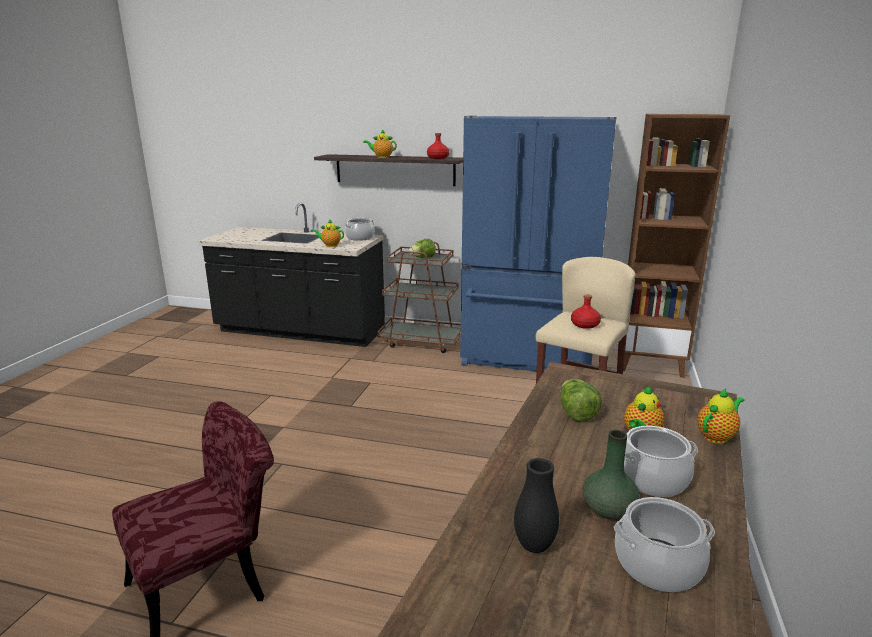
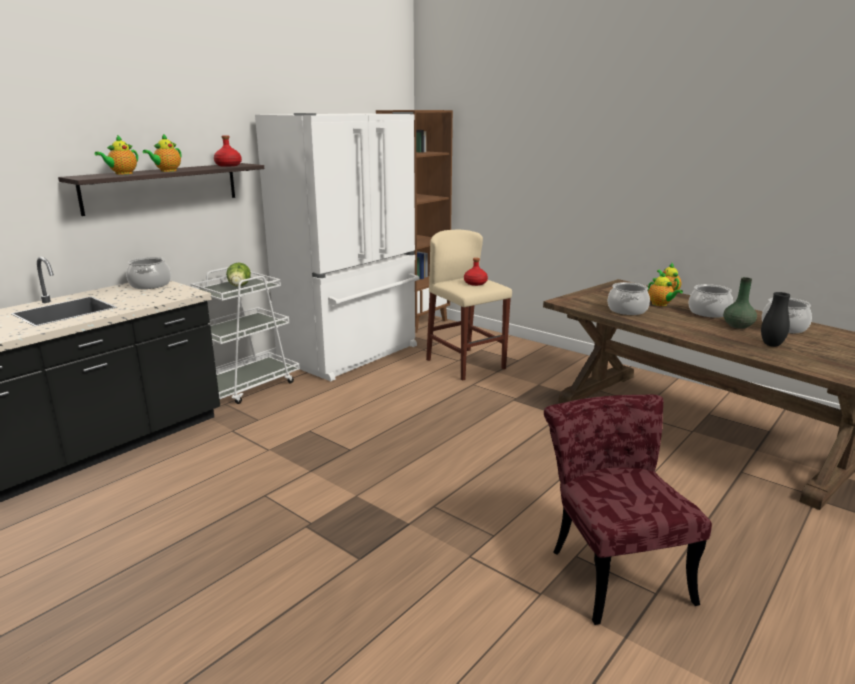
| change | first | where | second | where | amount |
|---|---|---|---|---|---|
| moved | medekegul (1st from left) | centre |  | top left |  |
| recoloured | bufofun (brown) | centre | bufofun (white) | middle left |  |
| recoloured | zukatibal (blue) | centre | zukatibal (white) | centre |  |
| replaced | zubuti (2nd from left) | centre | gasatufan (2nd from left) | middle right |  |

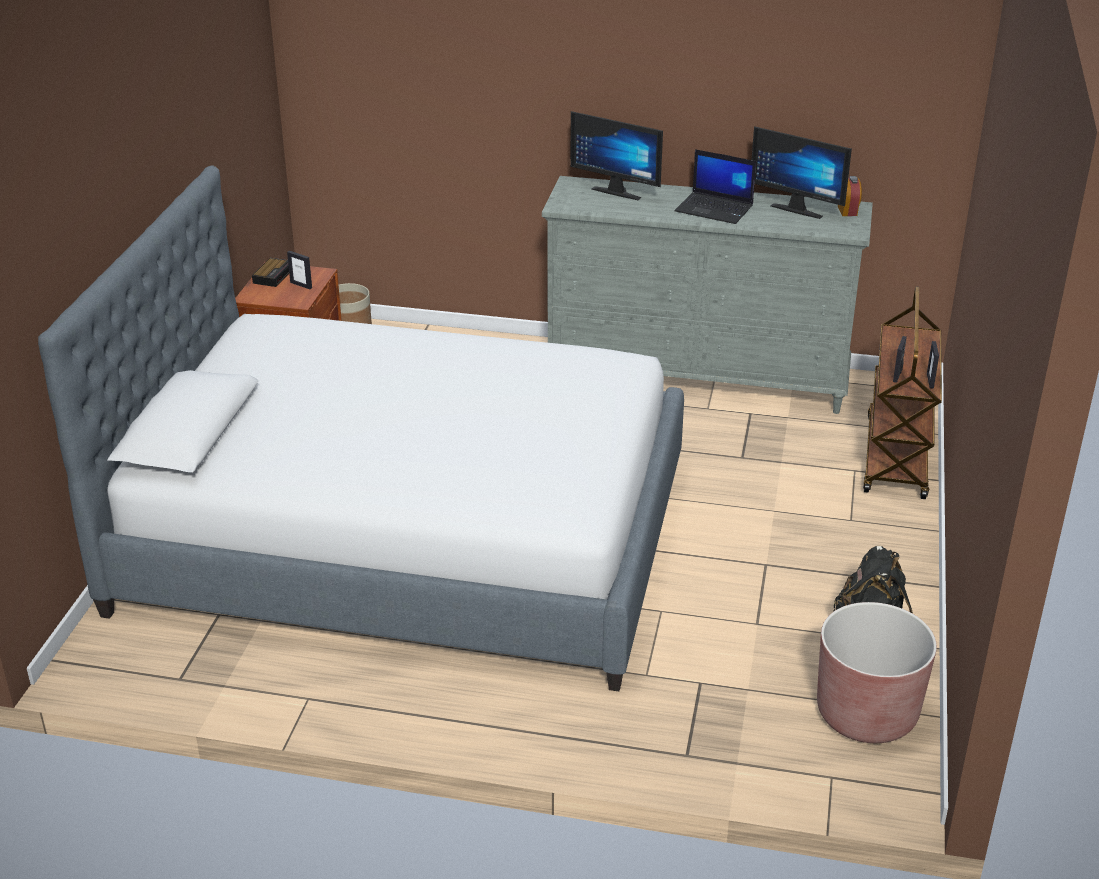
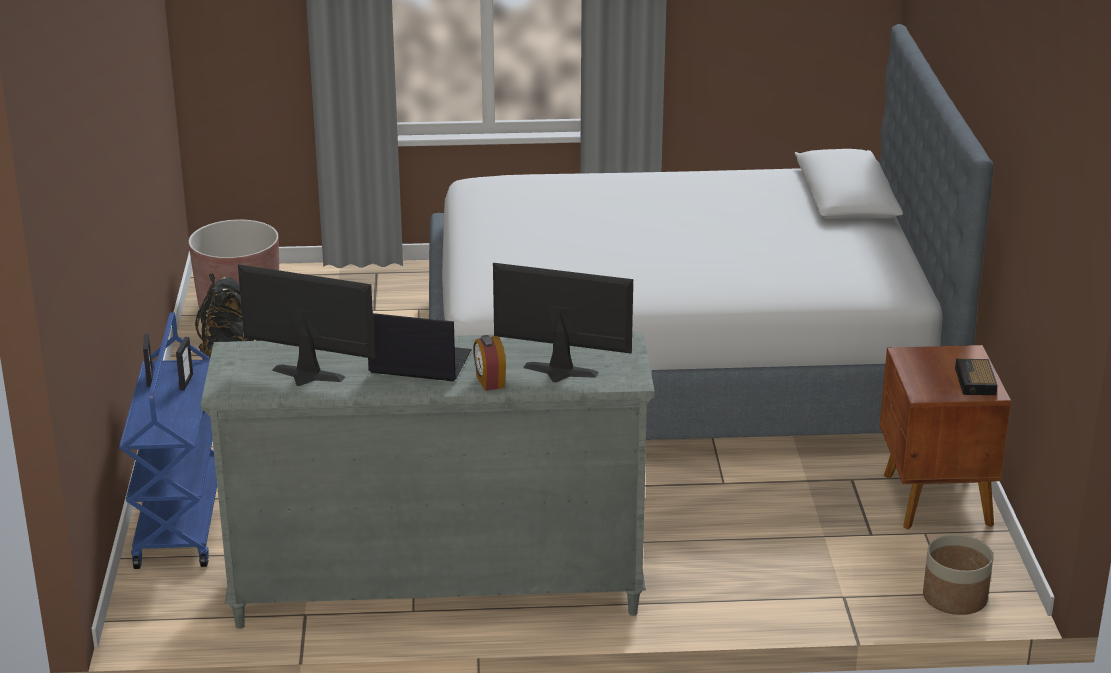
| change | first | where | second | where | amount |
|---|---|---|---|---|---|
| removed | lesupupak (1st from left) | top left |  |  |  |
| moved | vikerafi (2nd from left in the first image) | top right | vikerafi (1st from left) | centre |  |
| recoloured | bufofun (brown) | middle right | bufofun (blue) | middle left |  |

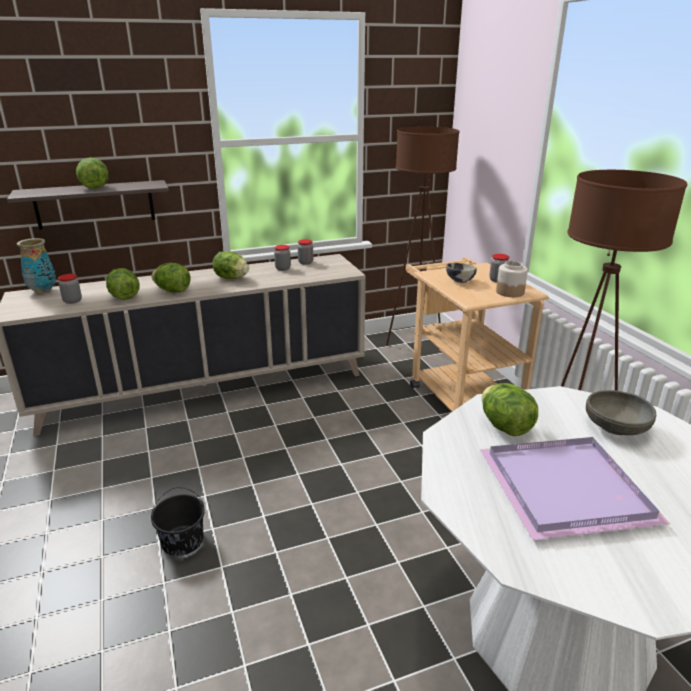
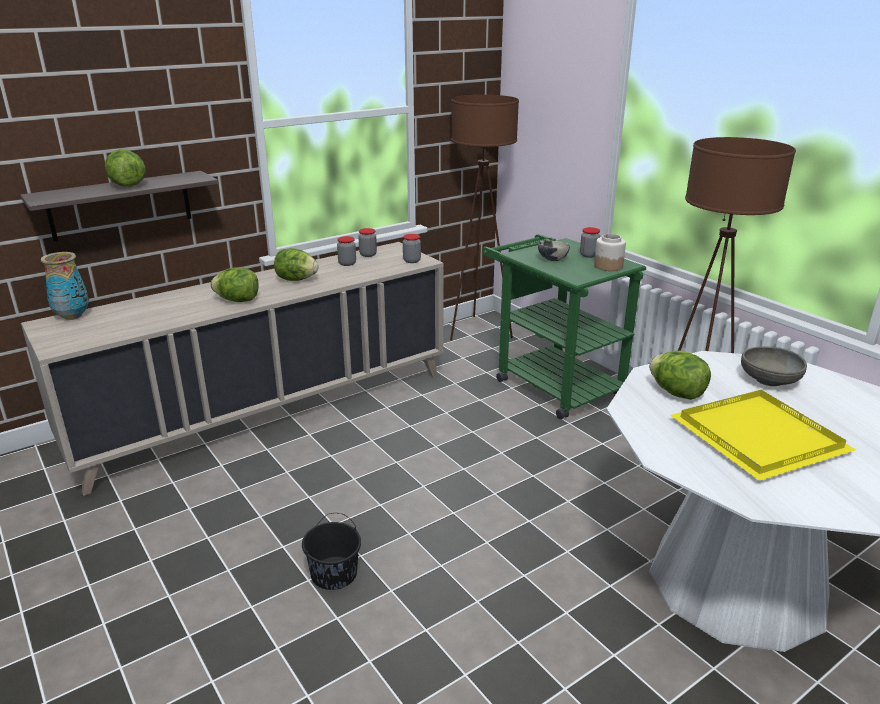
| change | first | where | second | where | amount |
|---|---|---|---|---|---|
| moved | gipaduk (1st from left in the first image) | middle left | gipaduk (3rd from left) | centre |  |
| removed | zubuti (2nd from left) | middle left |  |  |  |
| recoloured | bufofun (beige) | middle right | bufofun (green) | centre |  |
| recoloured | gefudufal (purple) | bottom right | gefudufal (yellow) | middle right |  |

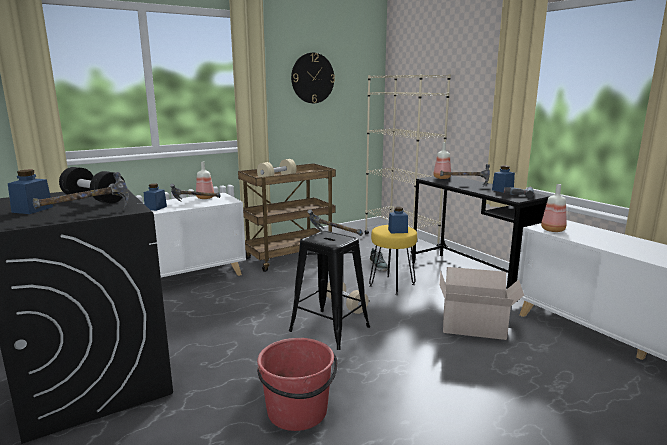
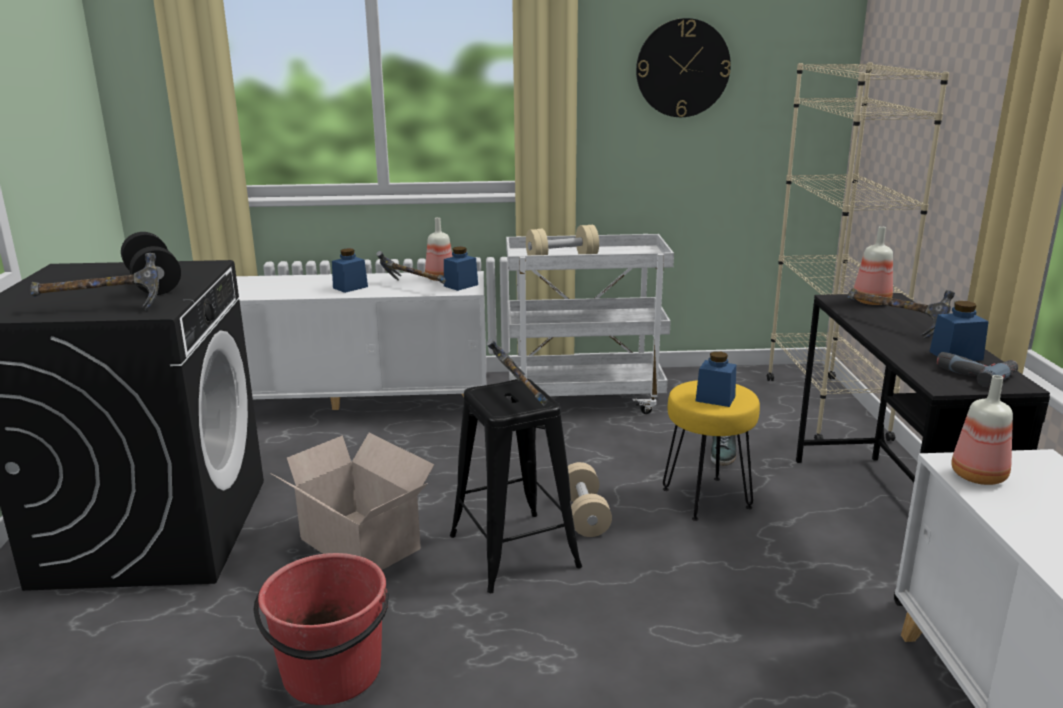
| change | first | where | second | where | amount |
|---|---|---|---|---|---|
| moved | gipaduk (blue) (1st from left in the first image) | middle left | gipaduk (blue) (2nd from left) | centre |  |
| recoloured | bufofun (brown) | centre | bufofun (white) | centre |  |
| moved | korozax | bottom right |  | bottom left |  |

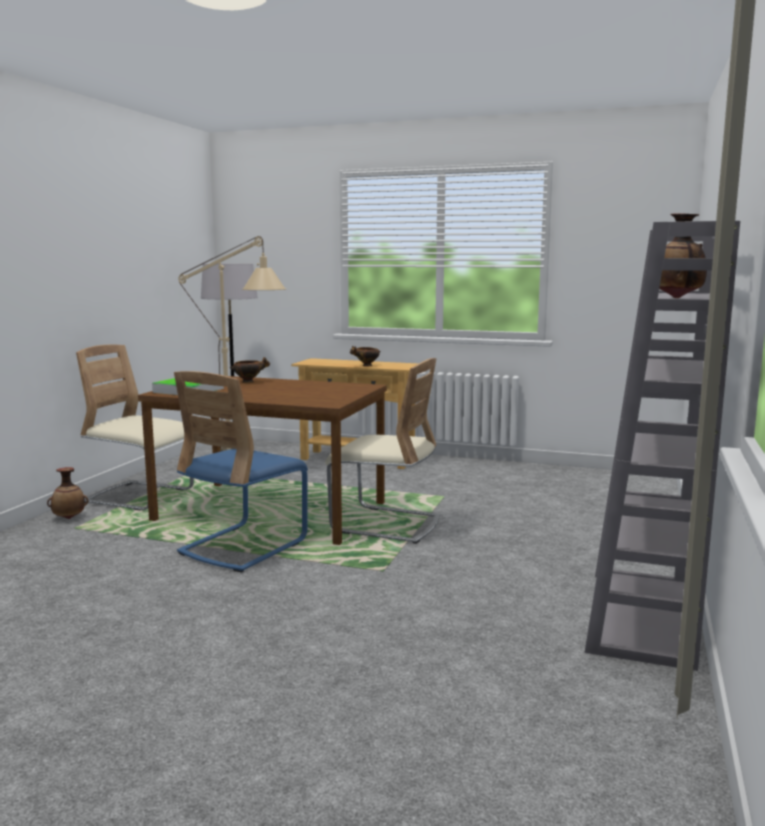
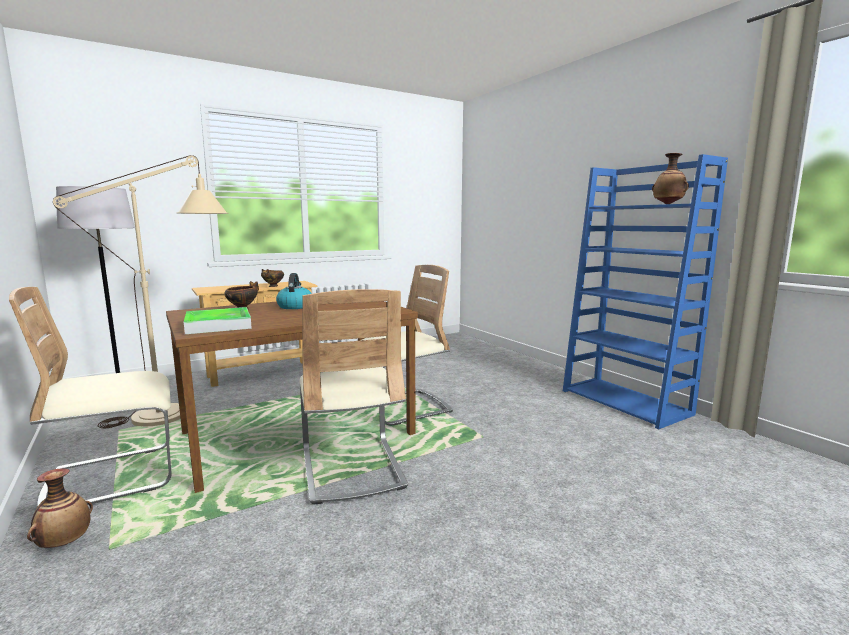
| change | first | where | second | where | amount |
|---|---|---|---|---|---|
| recoloured | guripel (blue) | middle left | guripel (beige) (2nd from left) | centre |  |
| recoloured | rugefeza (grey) | middle right | rugefeza (blue) | middle right |  |
| added |  |  | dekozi | centre |  |

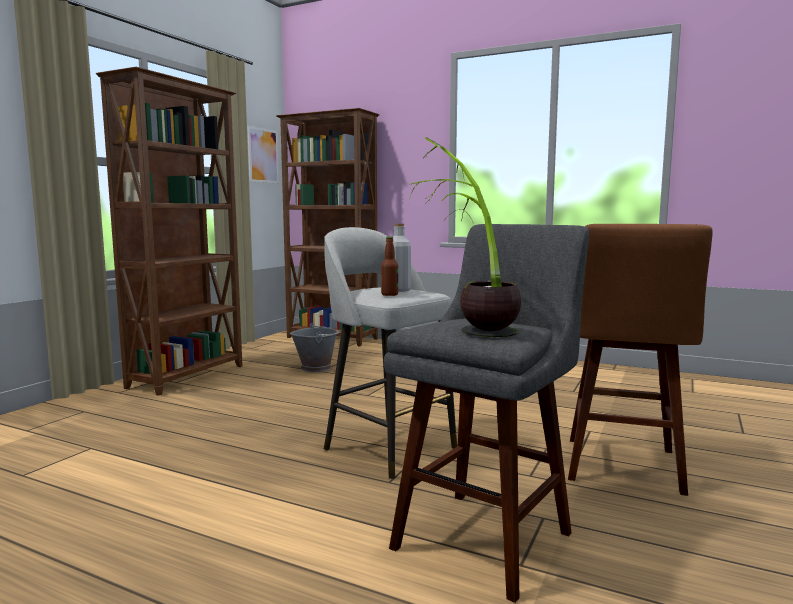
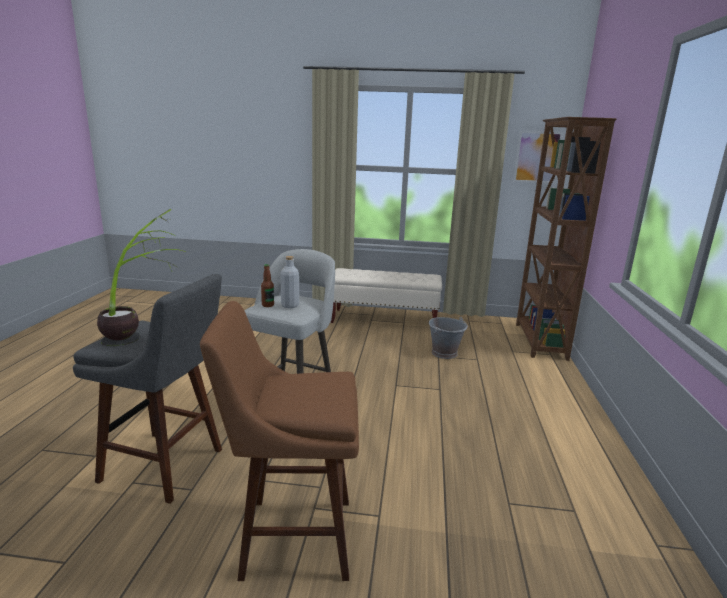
| change | first | where | second | where | amount |
|---|---|---|---|---|---|
| replaced | rugefeza (brown) (1st from left) | middle left | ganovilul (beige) | centre |  |

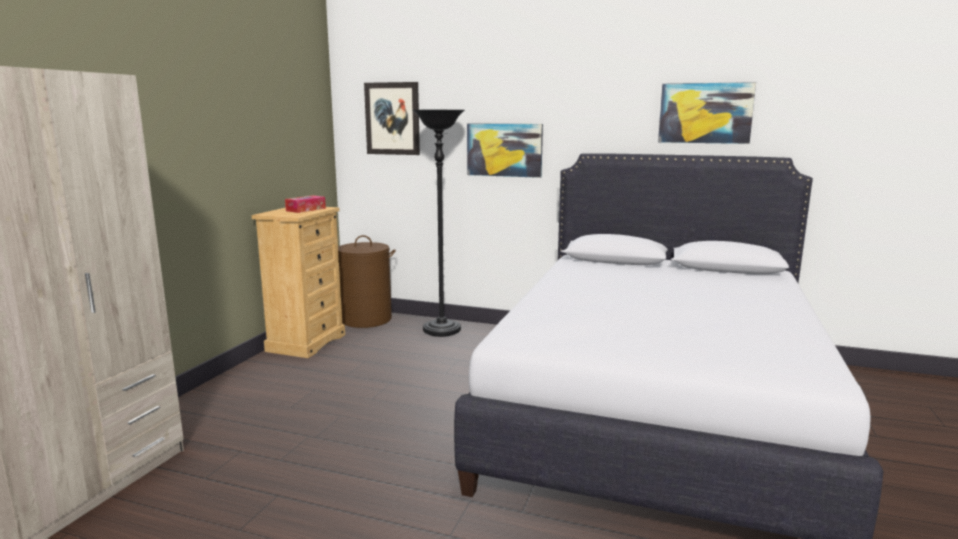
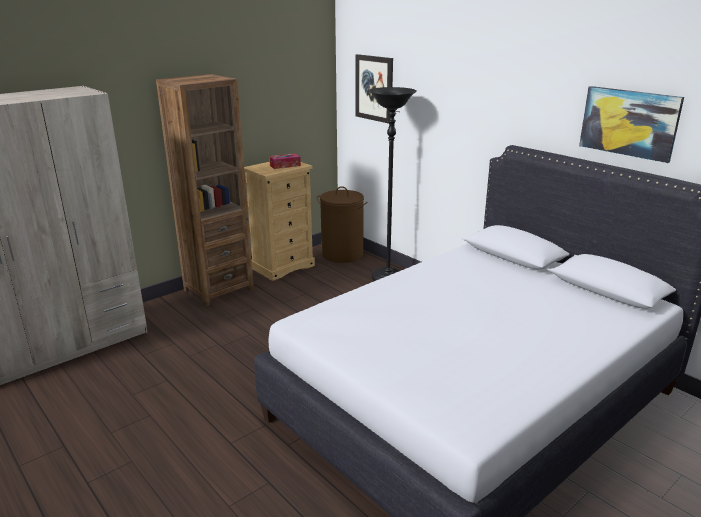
| change | first | where | second | where | amount |
|---|---|---|---|---|---|
| removed | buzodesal (2nd from left) | top centre |  |  |  |
| added |  |  | rugefeza (brown) | middle left |  |

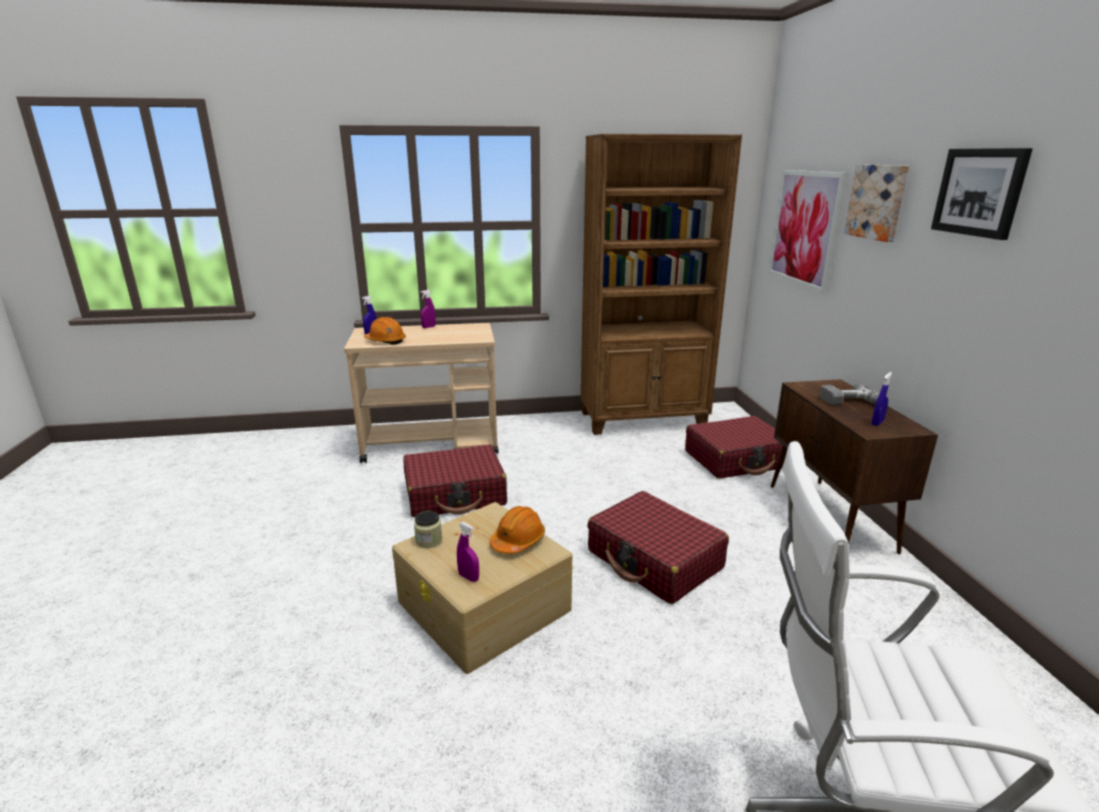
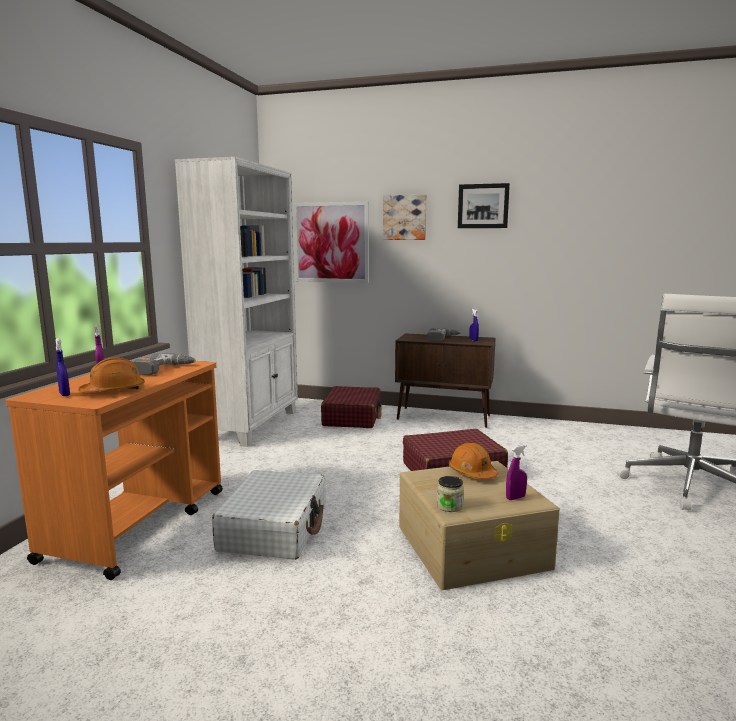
| change | first | where | second | where | amount |
|---|---|---|---|---|---|
| recoloured | bufofun (beige) | centre | bufofun (orange) | middle left |  |
| recoloured | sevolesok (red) (1st from left) | centre | sevolesok (white) | bottom centre |  |
| recoloured | rugefeza (brown) | centre | rugefeza (white) | middle left |  |
| added |  |  | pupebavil (1st from left) | middle left |  |

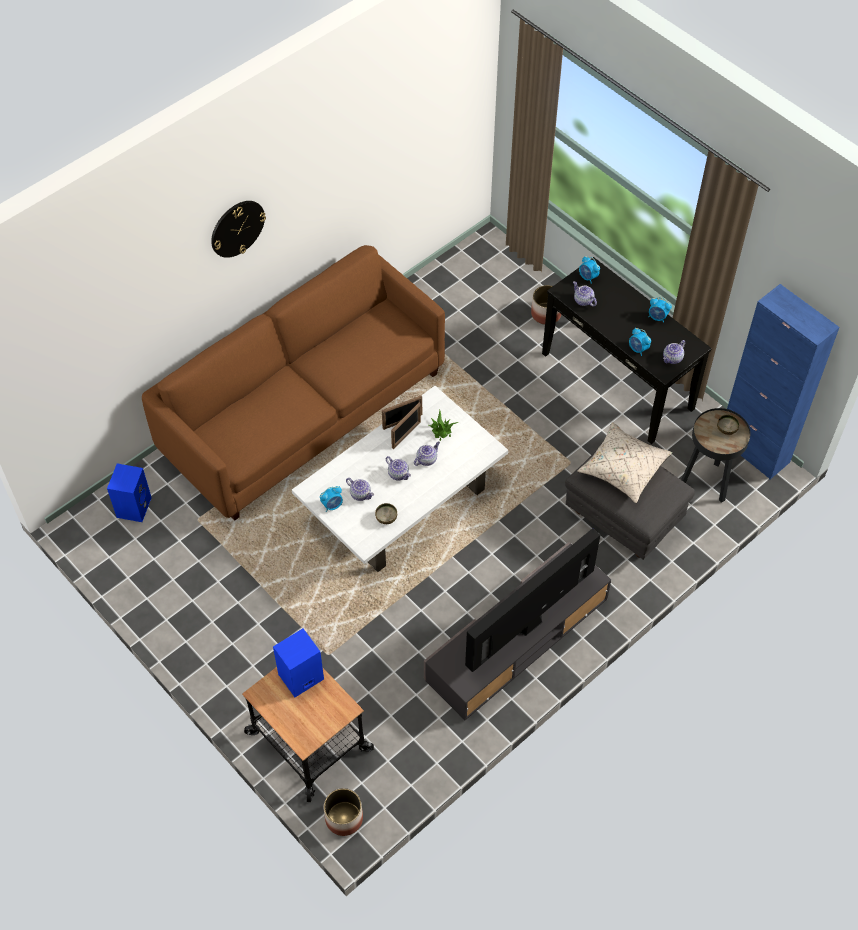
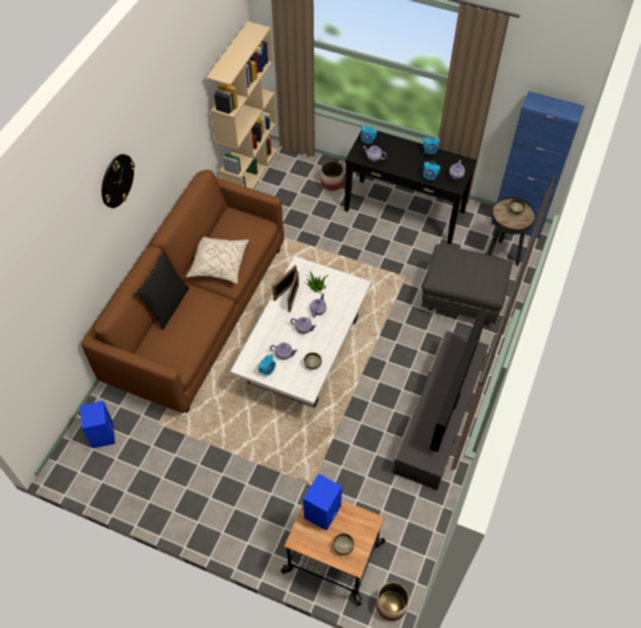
| change | first | where | second | where | amount |
|---|---|---|---|---|---|
| moved | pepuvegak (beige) | middle right |  | centre |  |
| added |  |  | pepuvegak (black) | middle left |  |
| added |  |  | rugefeza (beige) | top centre |  |
| added |  |  | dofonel (2nd from left) | bottom centre |  |

